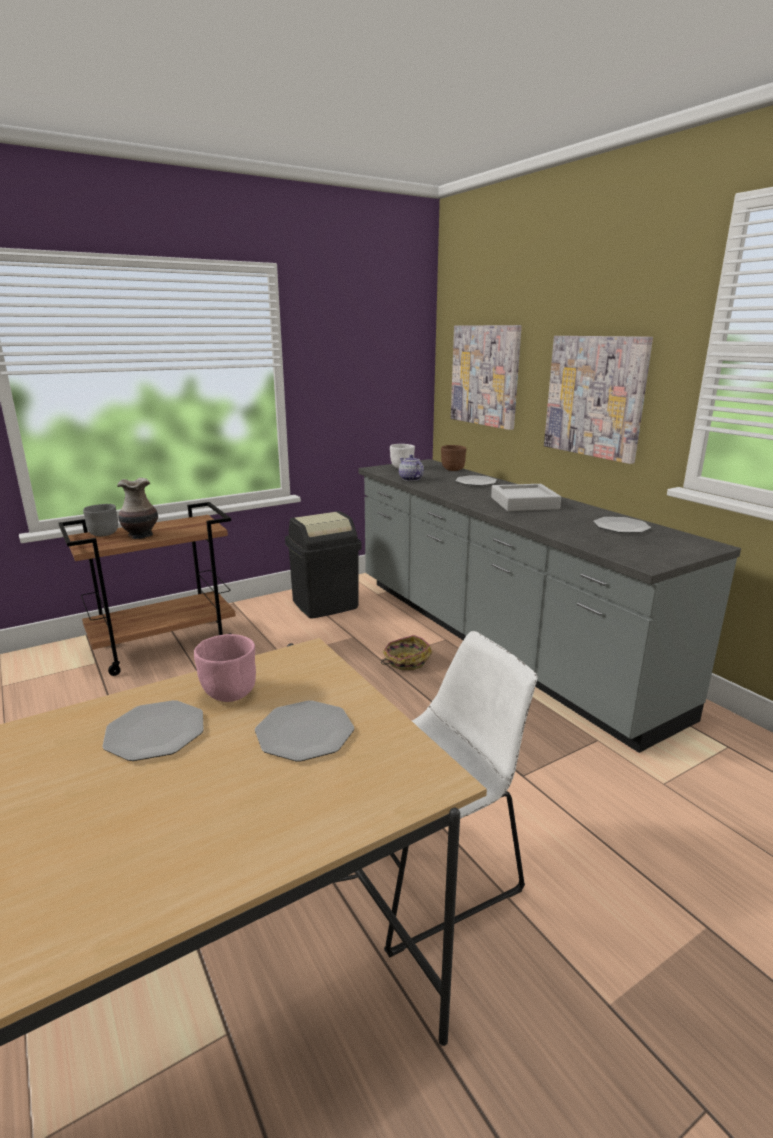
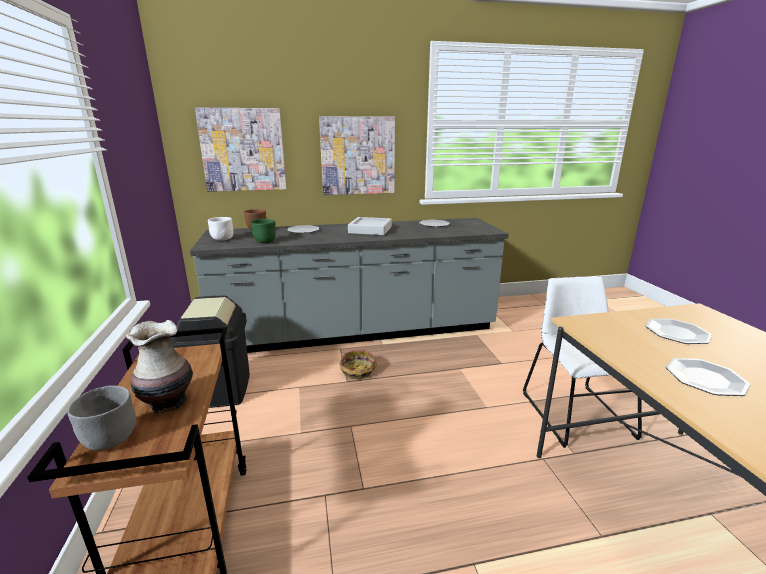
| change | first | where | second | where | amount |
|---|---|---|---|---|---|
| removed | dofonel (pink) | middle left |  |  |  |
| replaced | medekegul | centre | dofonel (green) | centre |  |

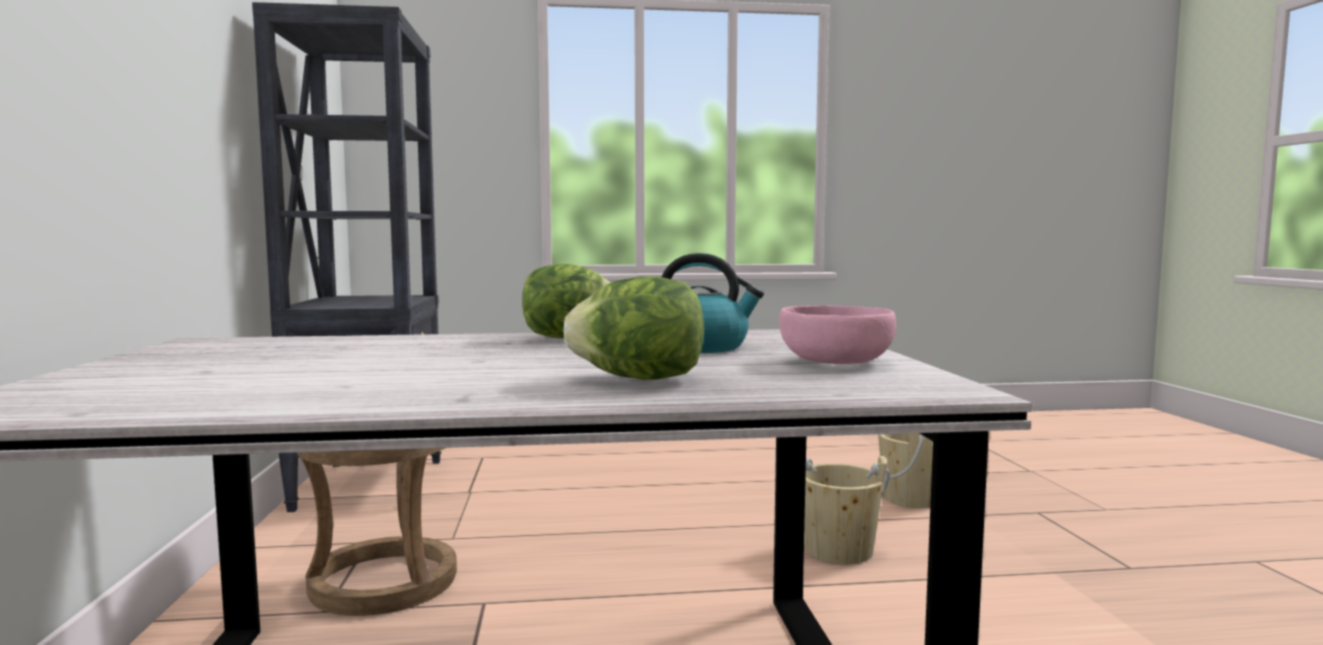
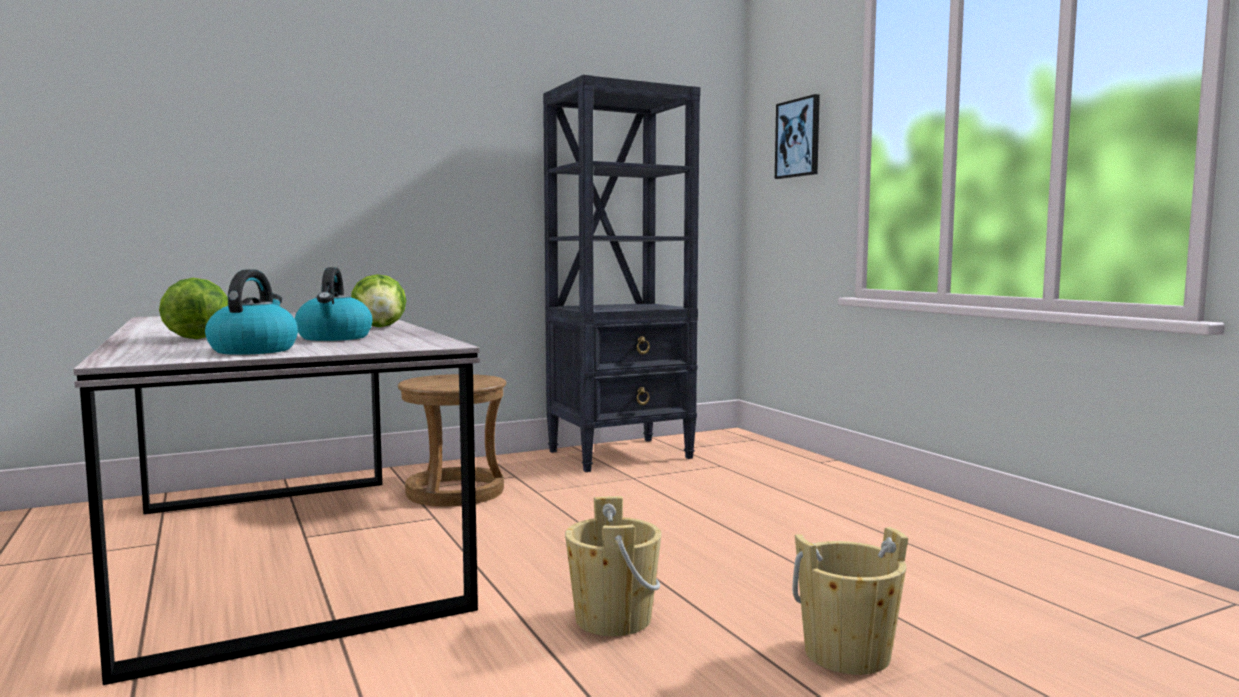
| change | first | where | second | where | amount |
|---|---|---|---|---|---|
| replaced | dofonel (pink) | centre | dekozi (1st from left) | middle left |  |
| added |  |  | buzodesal | top centre |  |

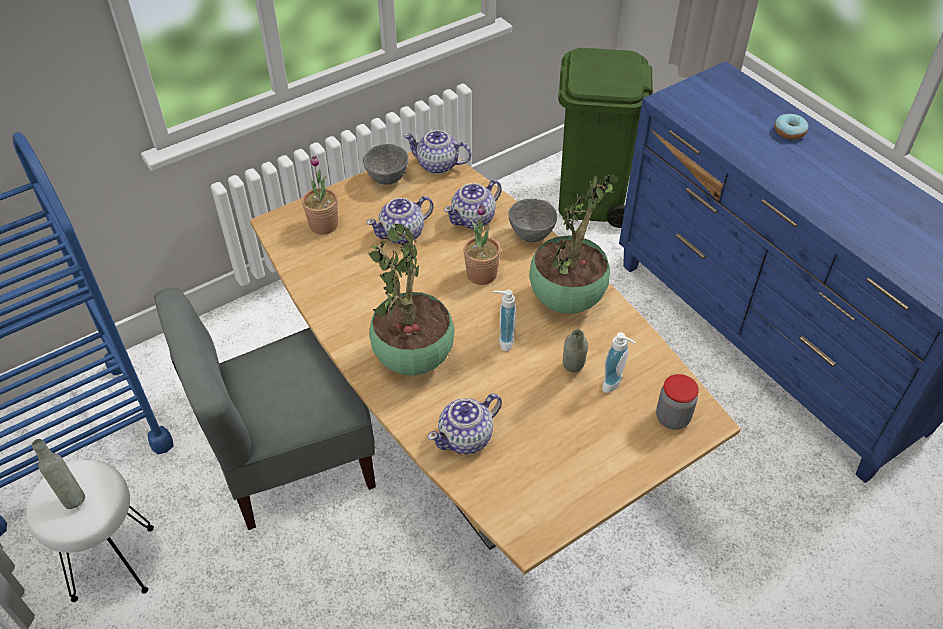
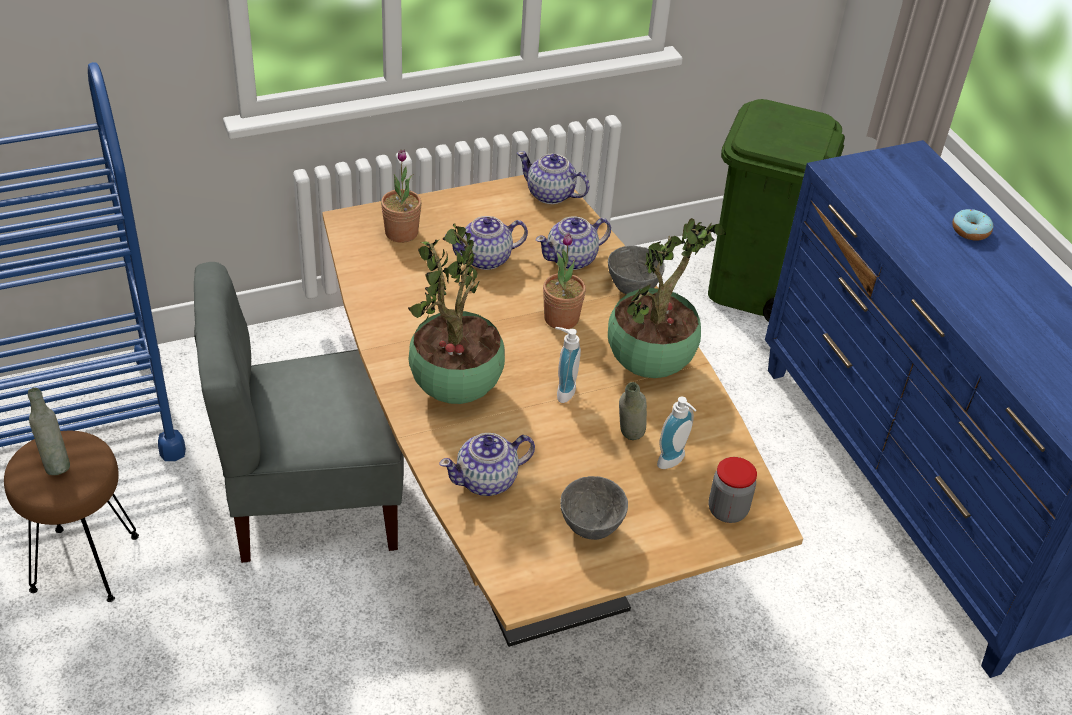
| change | first | where | second | where | amount |
|---|---|---|---|---|---|
| recoloured | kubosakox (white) | bottom left | kubosakox (brown) | bottom left |  |
| moved | dofonel (grey) (1st from left) | top centre |  | bottom centre |  |

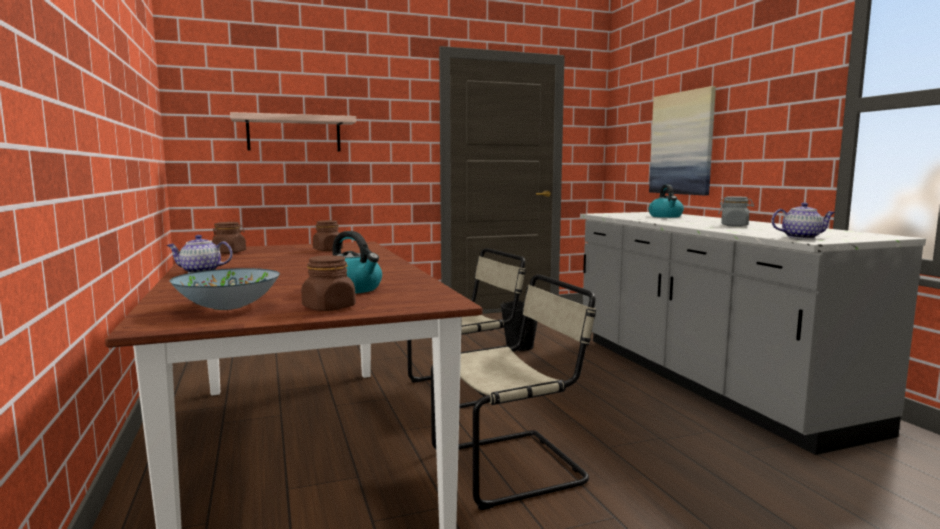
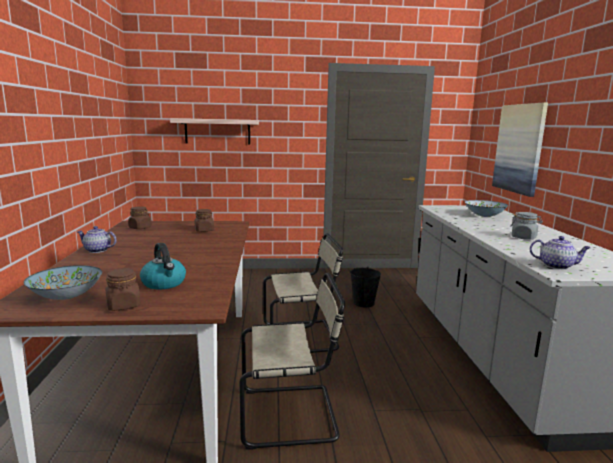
| change | first | where | second | where | amount |
|---|---|---|---|---|---|
| replaced | dekozi (2nd from left) | middle right | dofonel (2nd from left) | middle right |  |

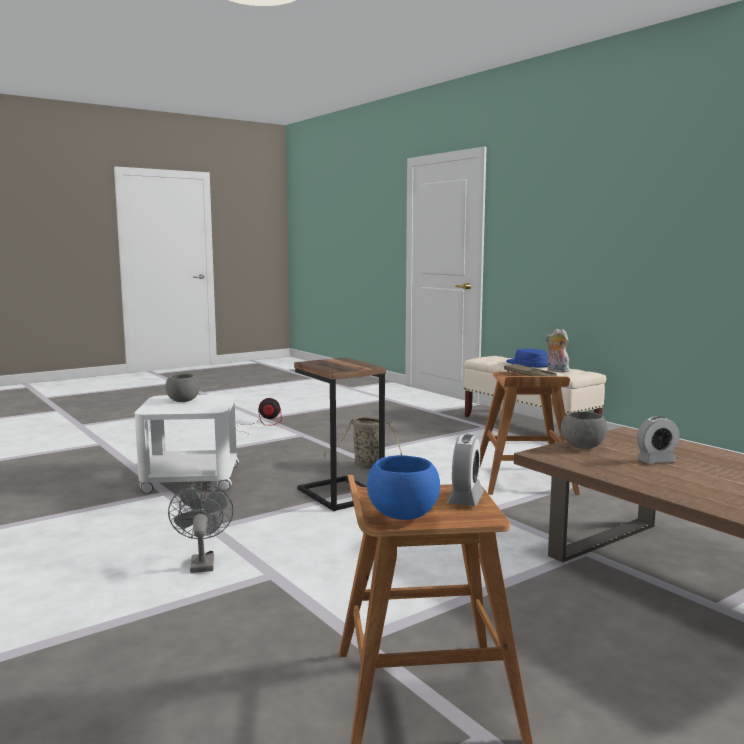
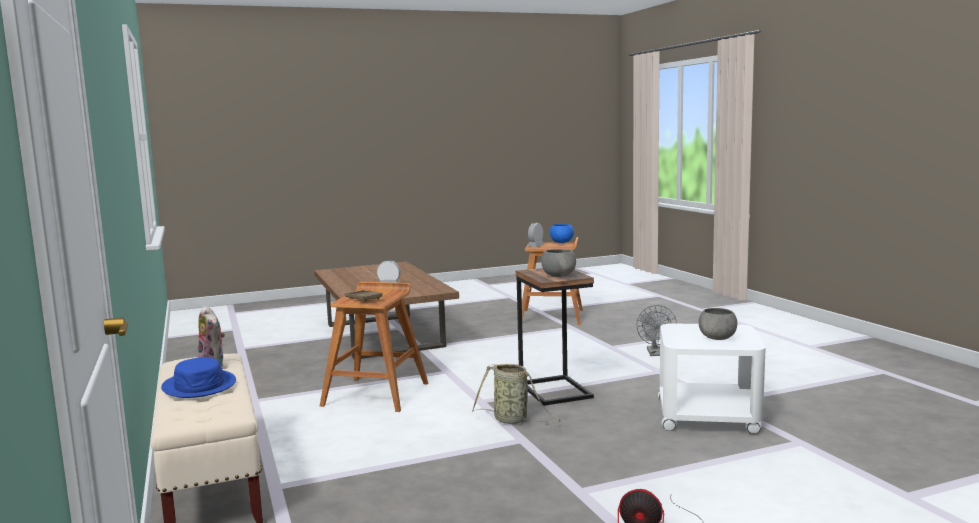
| change | first | where | second | where | amount |
|---|---|---|---|---|---|
| moved | dofonel (grey) (2nd from left in the first image) | middle right | dofonel (grey) (1st from left) | centre |  |

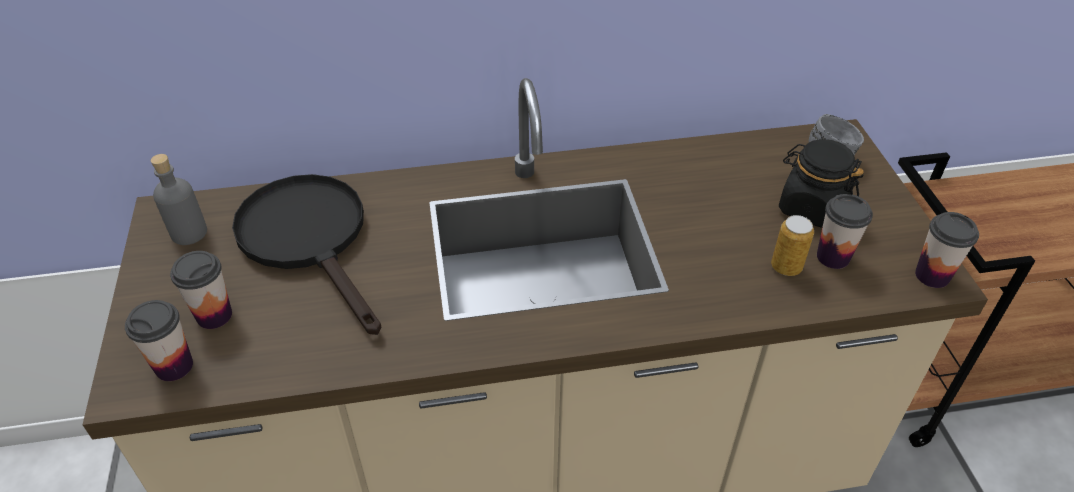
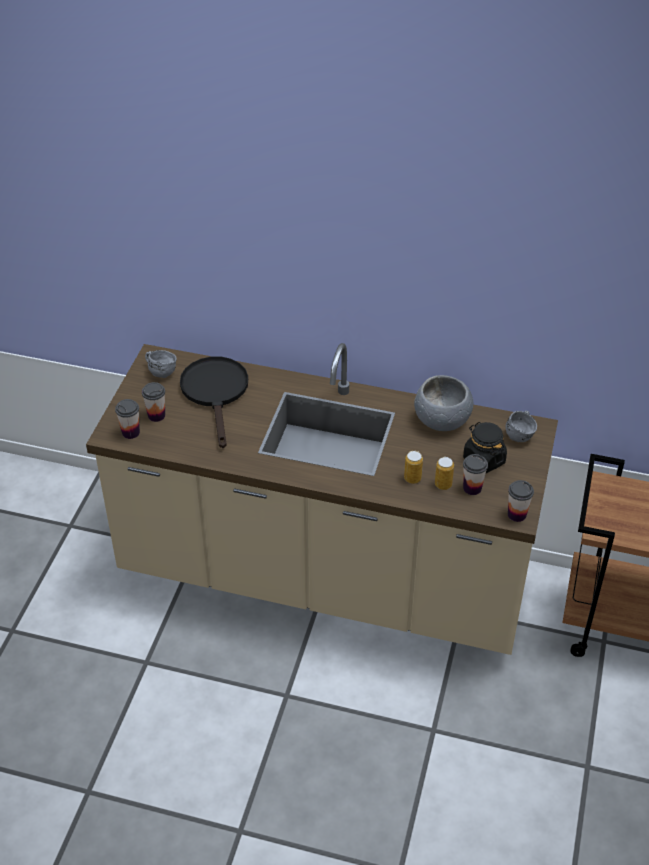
| change | first | where | second | where | amount |
|---|---|---|---|---|---|
| replaced | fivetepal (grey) | middle left | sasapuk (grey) (1st from left) | middle left |  |
| added |  |  | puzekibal (1st from left) | centre |  |
| added |  |  | dofonel (grey) | middle right |  |

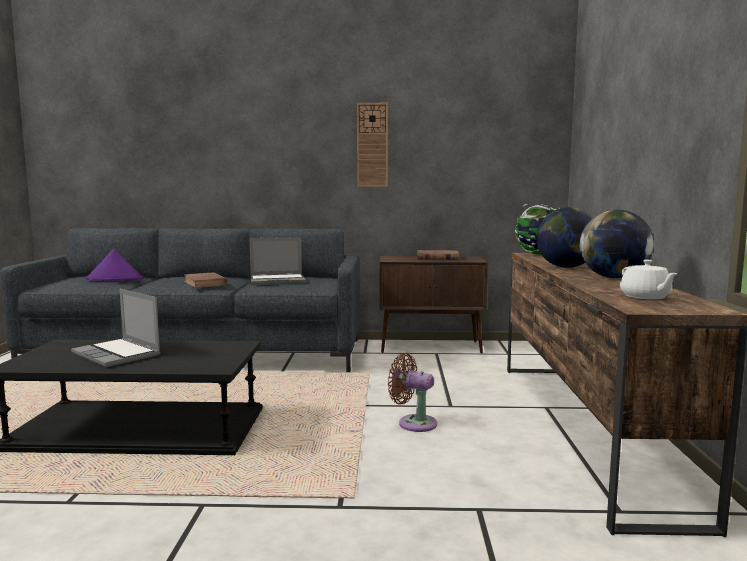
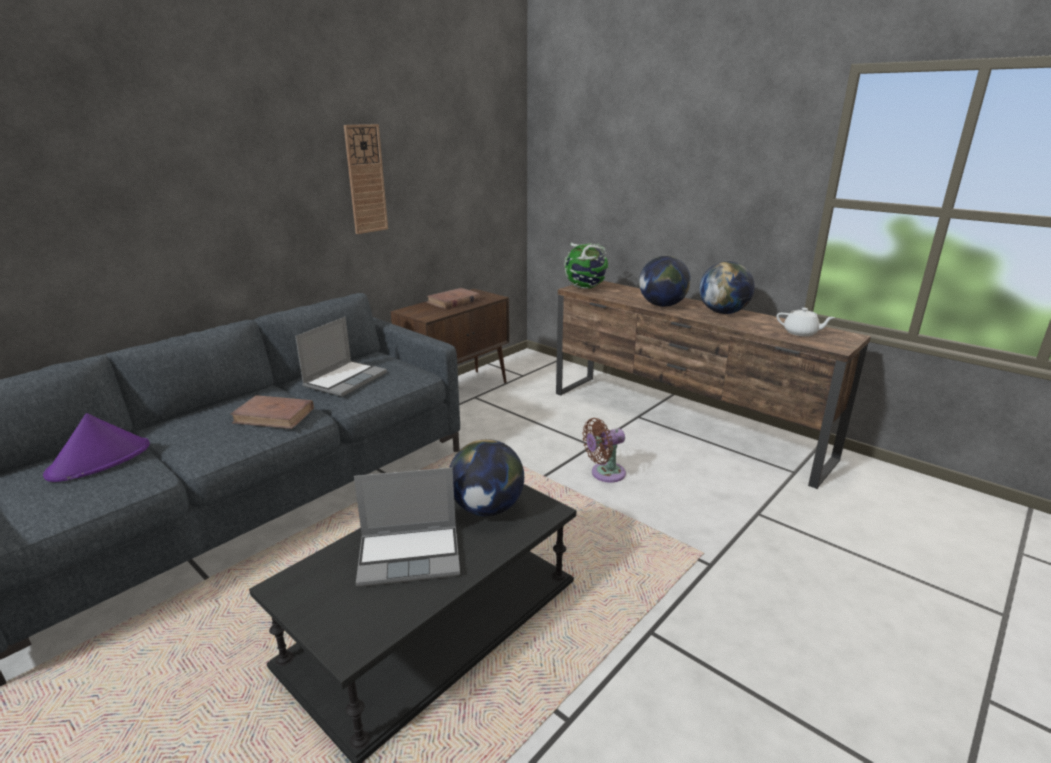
| change | first | where | second | where | amount |
|---|---|---|---|---|---|
| added |  |  | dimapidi (1st from left) | centre |  |

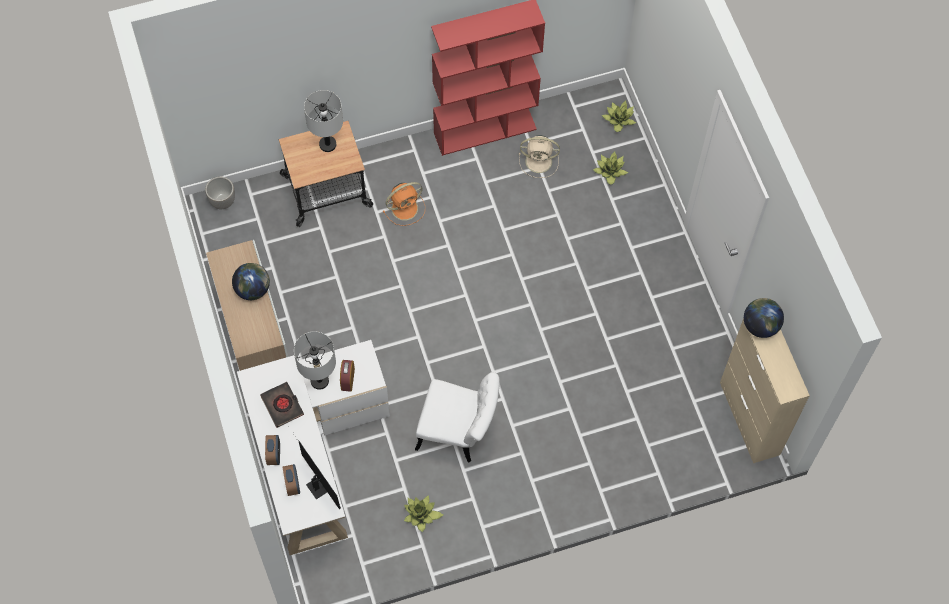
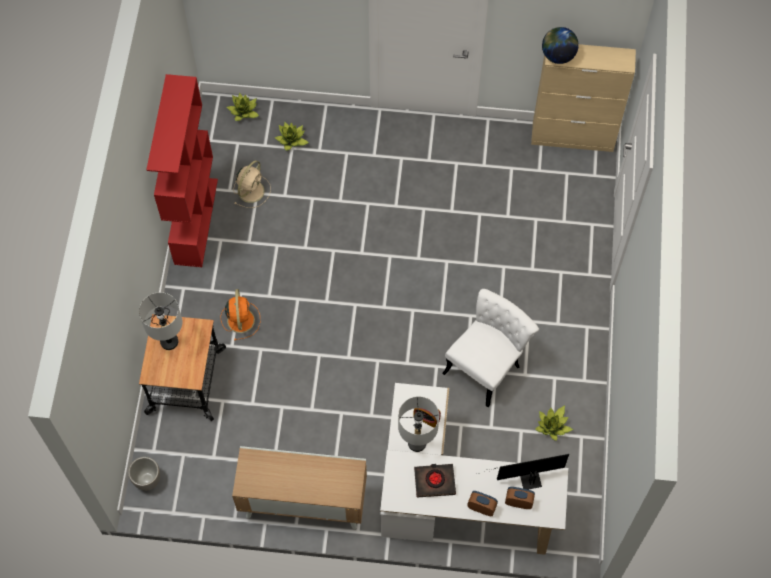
| change | first | where | second | where | amount |
|---|---|---|---|---|---|
| removed | dimapidi (1st from left) | middle left |  |  |  |

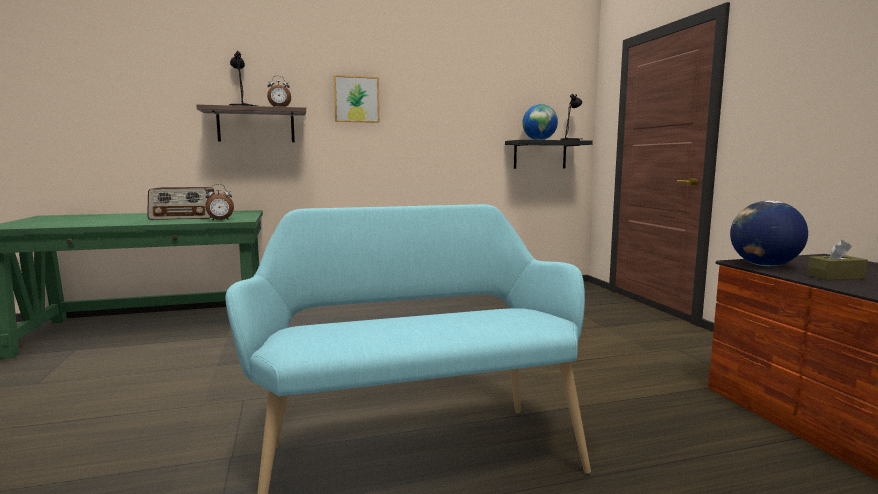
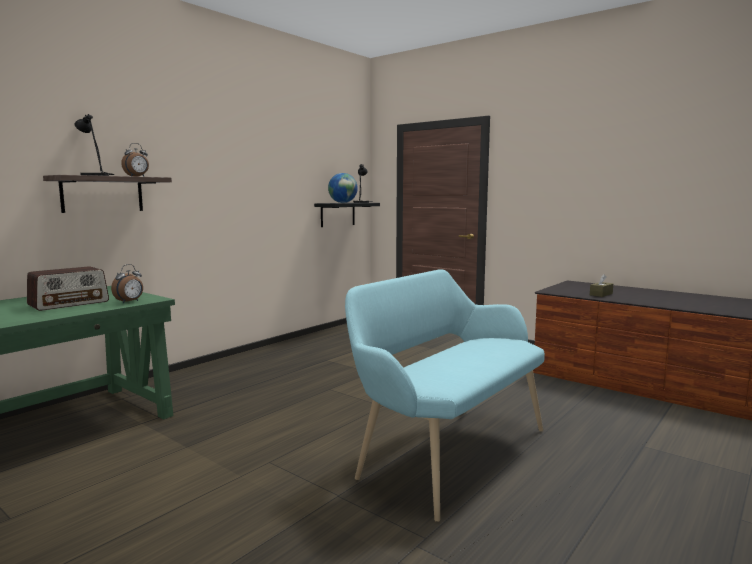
| change | first | where | second | where | amount |
|---|---|---|---|---|---|
| removed | buzodesal | top centre |  |  |  |
| removed | dimapidi (2nd from left) | middle right |  |  |  |

